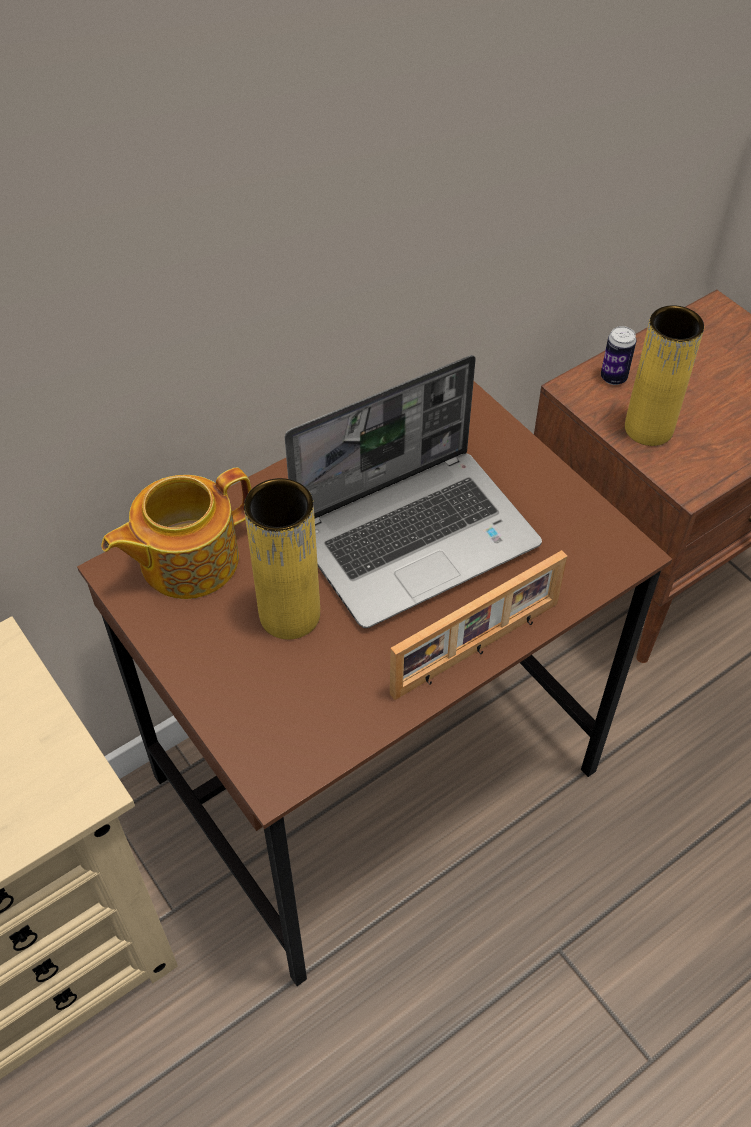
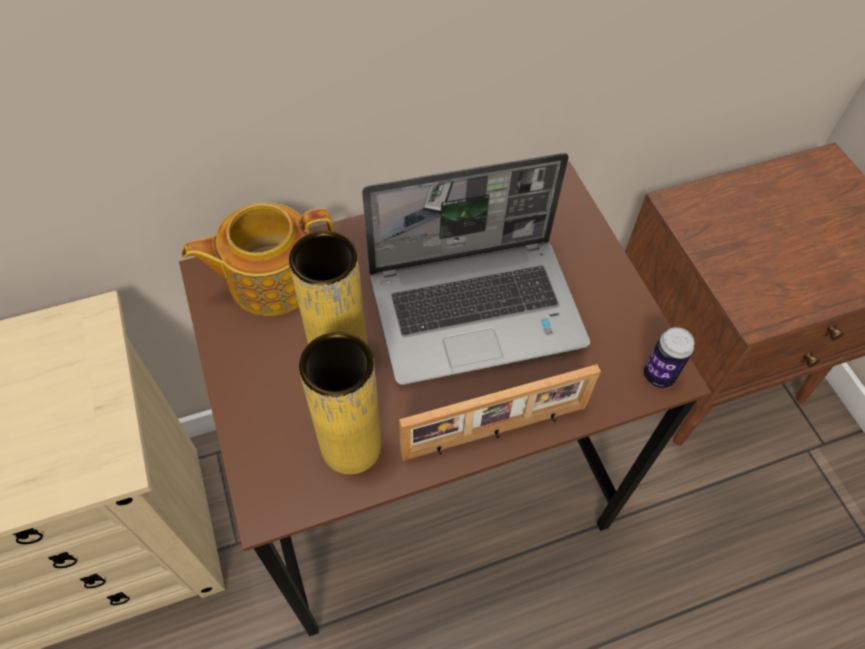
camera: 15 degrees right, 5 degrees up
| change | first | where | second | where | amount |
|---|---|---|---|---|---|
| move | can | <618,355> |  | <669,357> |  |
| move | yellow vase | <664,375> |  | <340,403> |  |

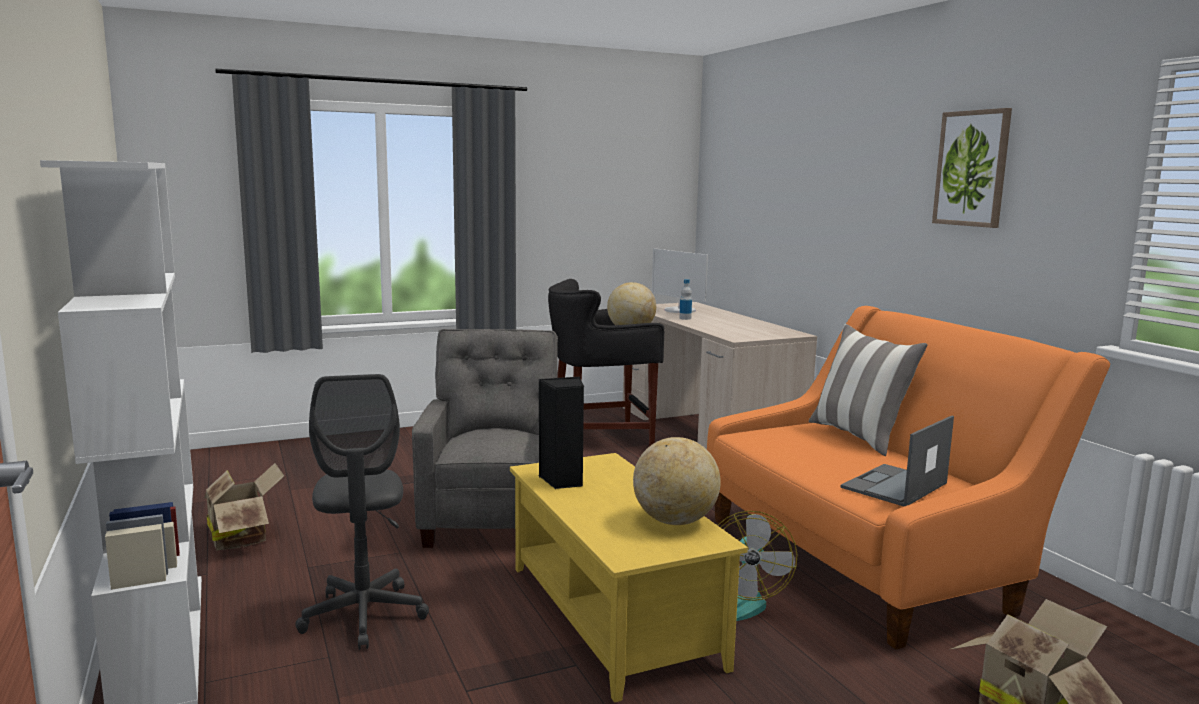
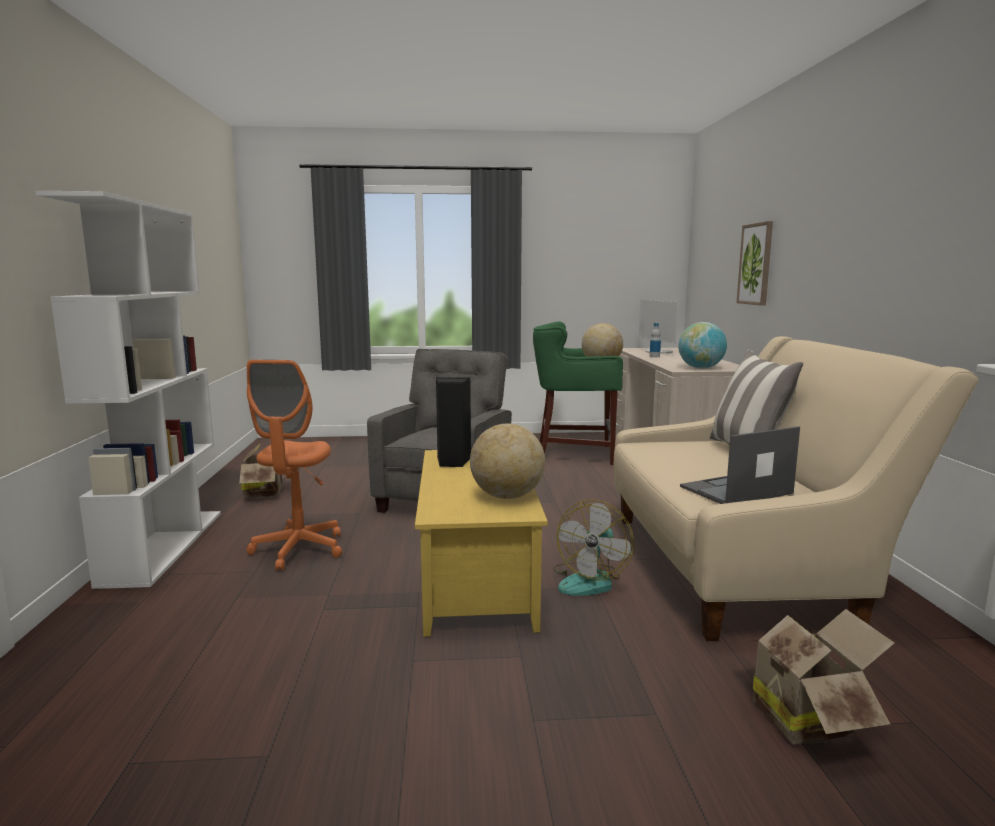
camera: 20 degrees right, 0 degrees up
| change | first | where | second | where | amount |
|---|---|---|---|---|---|
| insert |  |  | globe | <702,345> |  |
| move | picture | <972,168> |  | <755,263> |  |
| recolor | grey office chair | <362,512> | orange office chair | <294,465> |  |
| recolor | black stool | <606,362> | green stool | <578,393> |  |
| recolor | orange sofa | <908,477> | beige sofa | <796,488> |  |

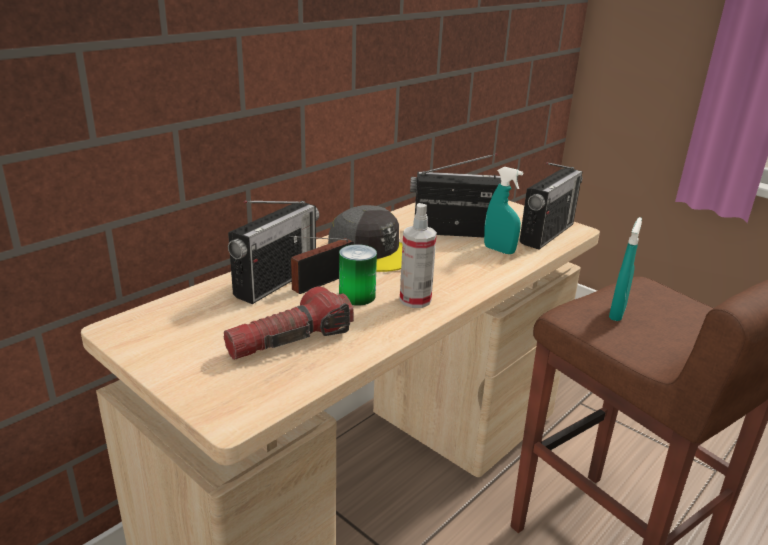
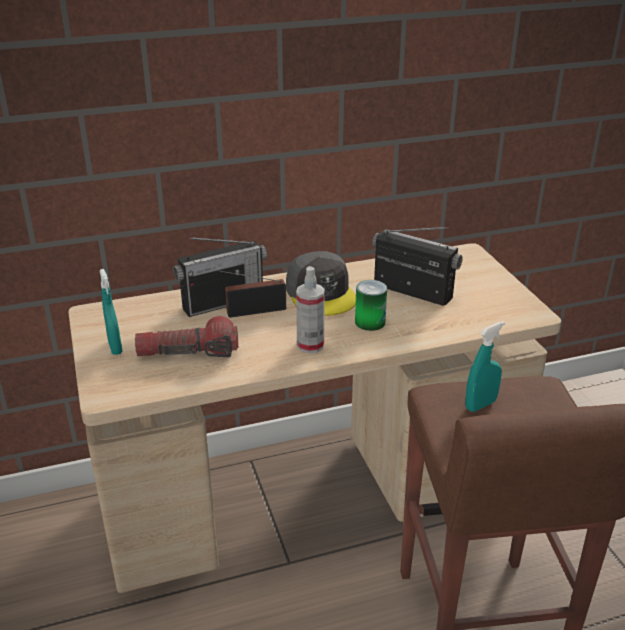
camera: 30 degrees right, 5 degrees up
| change | first | where | second | where | amount |
|---|---|---|---|---|---|
| delete | radio | <551,205> |  |  |  |
| move | can | <358,275> |  | <371,305> |  |
| move | turquoise spray bottle | <504,210> |  | <111,312> |  |

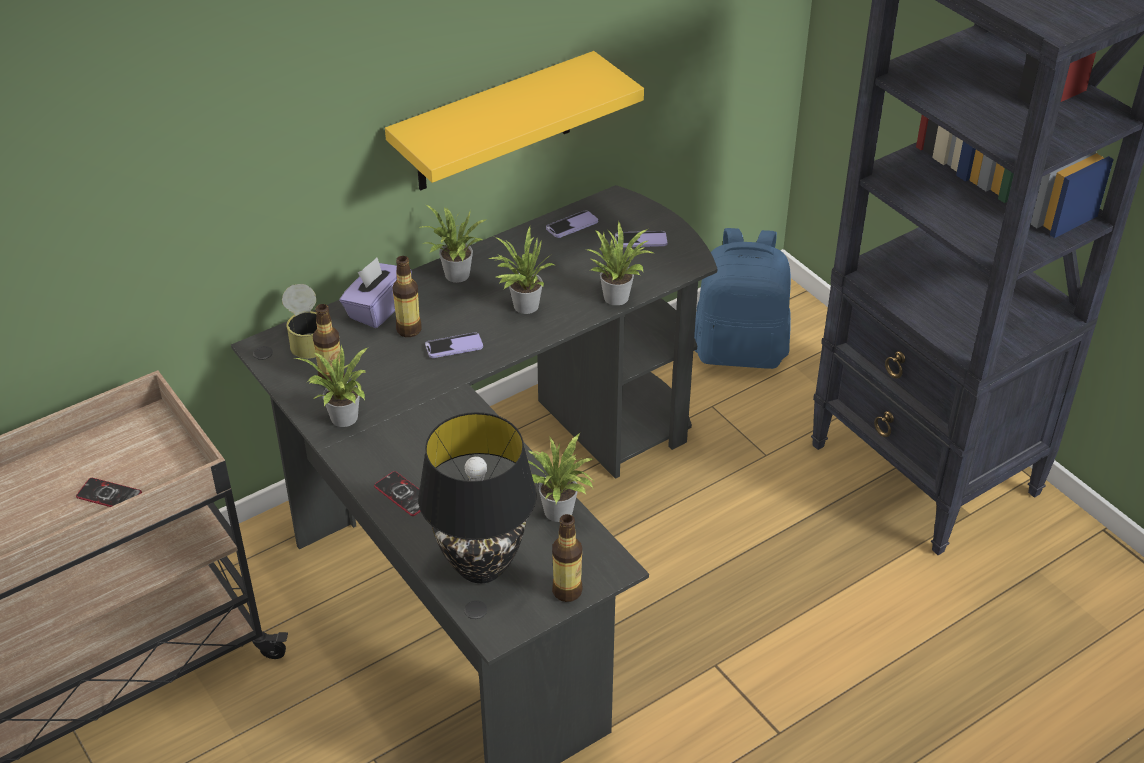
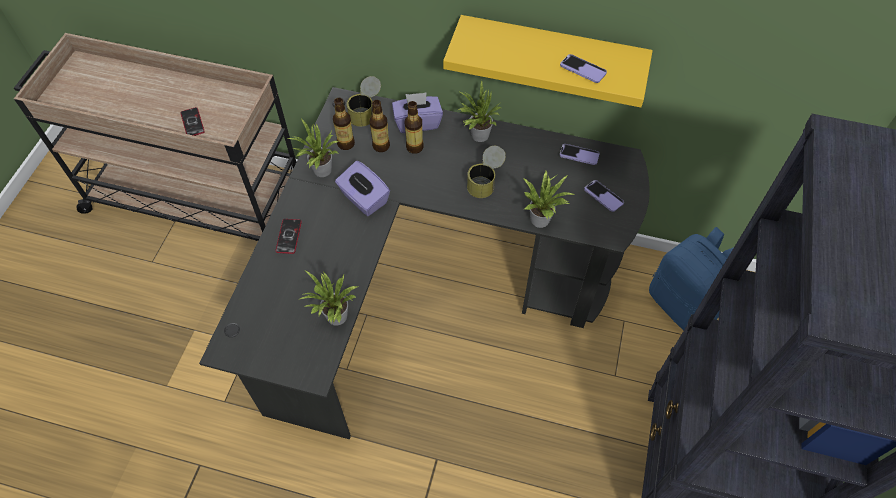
camera: 50 degrees right, 15 degrees up
| change | first | where | second | where | amount |
|---|---|---|---|---|---|
| delete | black table lamp | <477,497> |  |  |  |
| insert |  |  | purple tissue box | <362,188> |  |
| move | phone | <454,345> |  | <583,68> |  |
| move | bottle | <567,558> |  | <379,126> |  |
| replace | potted plant | <521,270> | can | <486,171> |  |

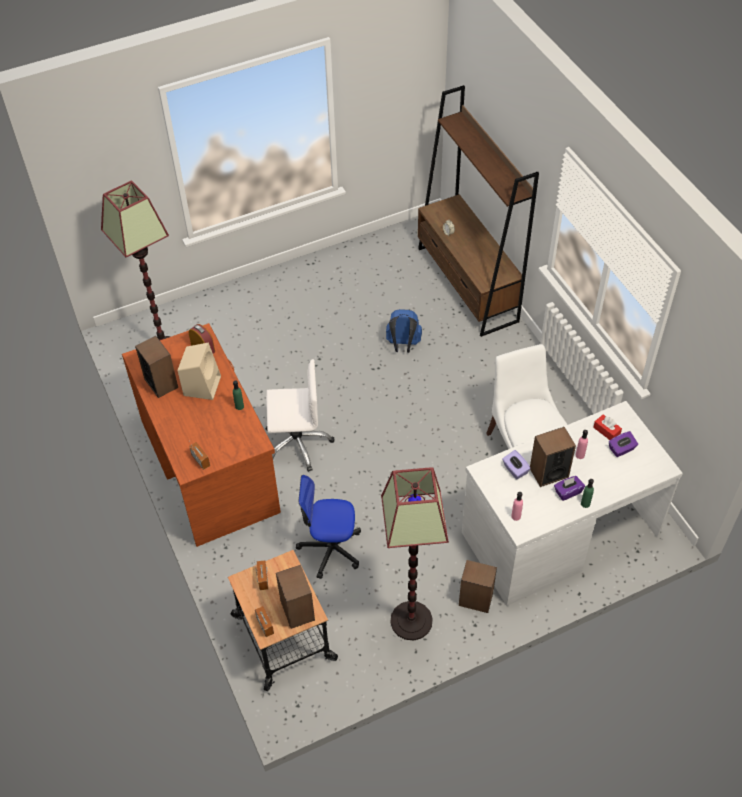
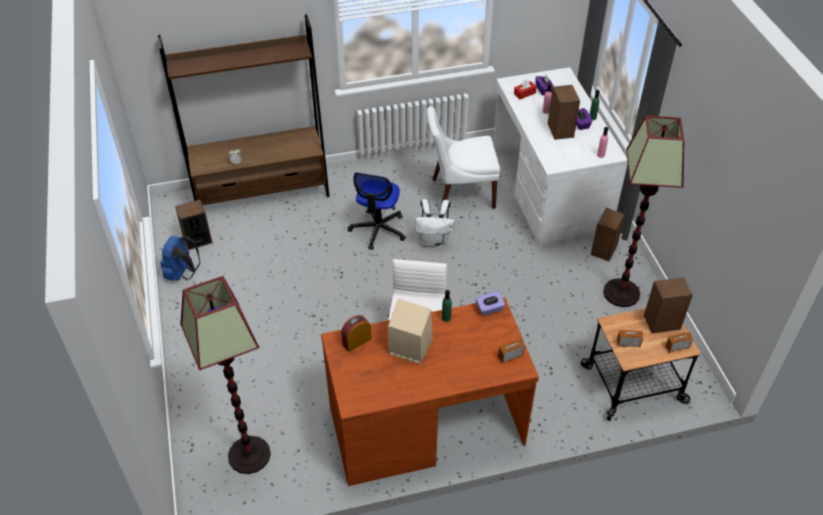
camera: 80 degrees left, 5 degrees down
| change | first | where | second | where | amount |
|---|---|---|---|---|---|
| insert |  |  | white backpack | <435,223> |  |
| move | speaker | <156,367> |  | <193,225> |  |
| move | office chair | <328,527> |  | <377,211> |  |
| move | blue backpack | <404,331> |  | <180,258> |  |
| move | purple tissue box | <516,464> |  | <490,304> |  |

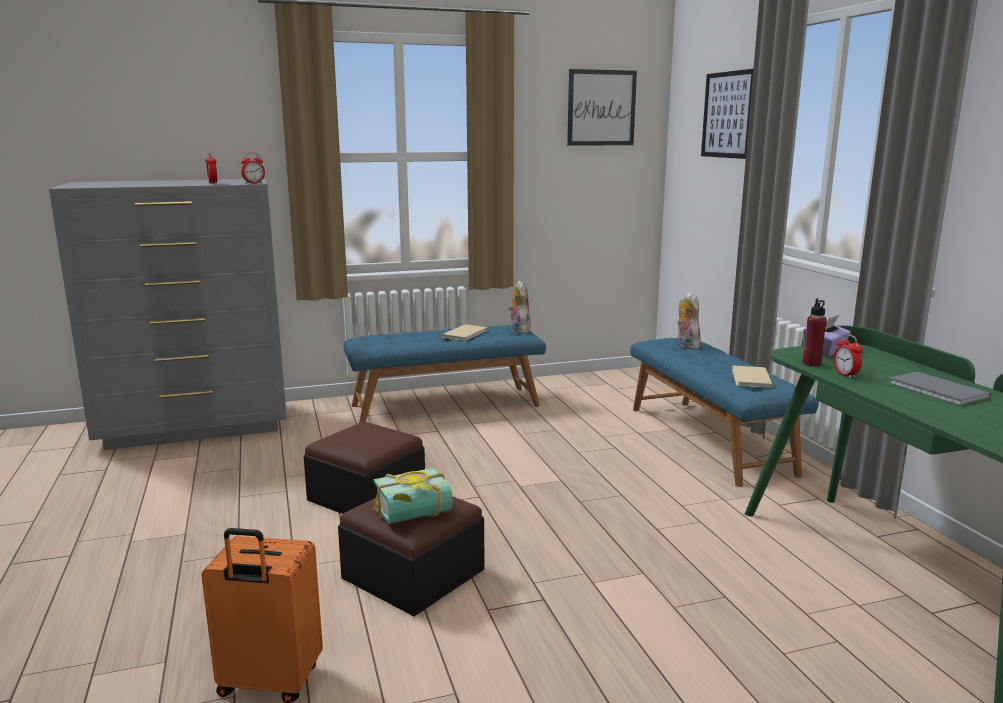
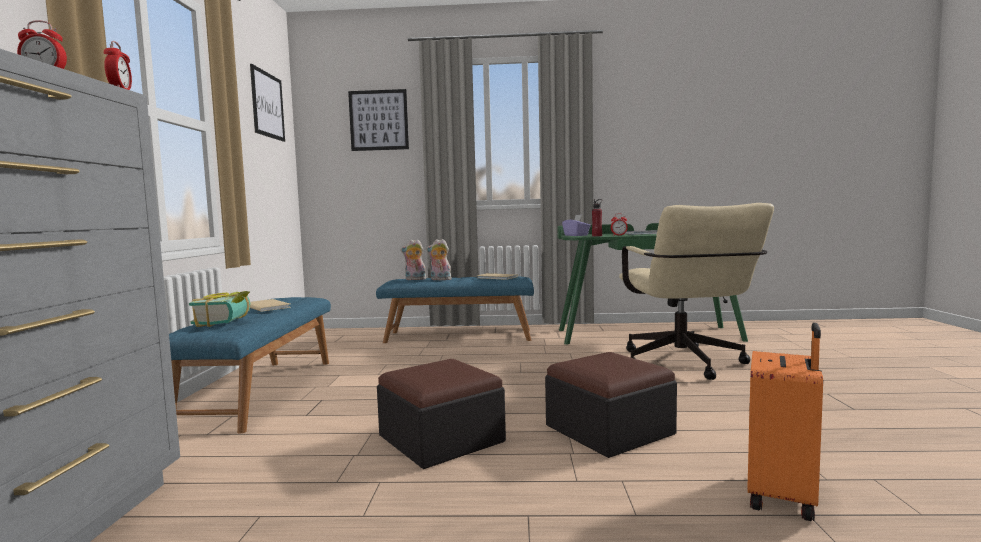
camera: 70 degrees left, 10 degrees down
| change | first | where | second | where | amount |
|---|---|---|---|---|---|
| insert |  |  | beige office chair | <696,291> |  |
| move | book | <413,496> |  | <220,309> |  |
| move | plush toy | <519,307> |  | <439,259> |  |

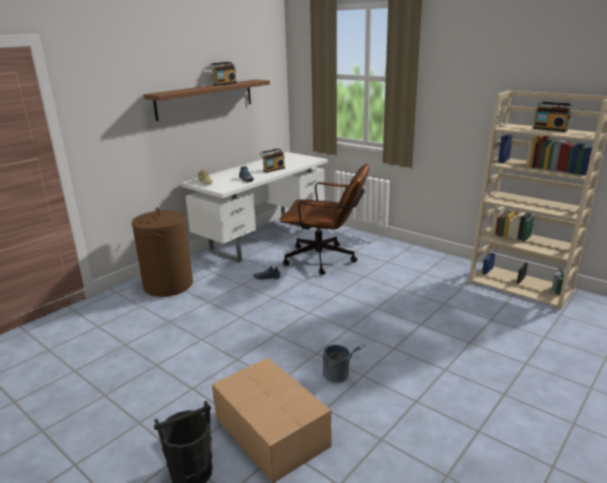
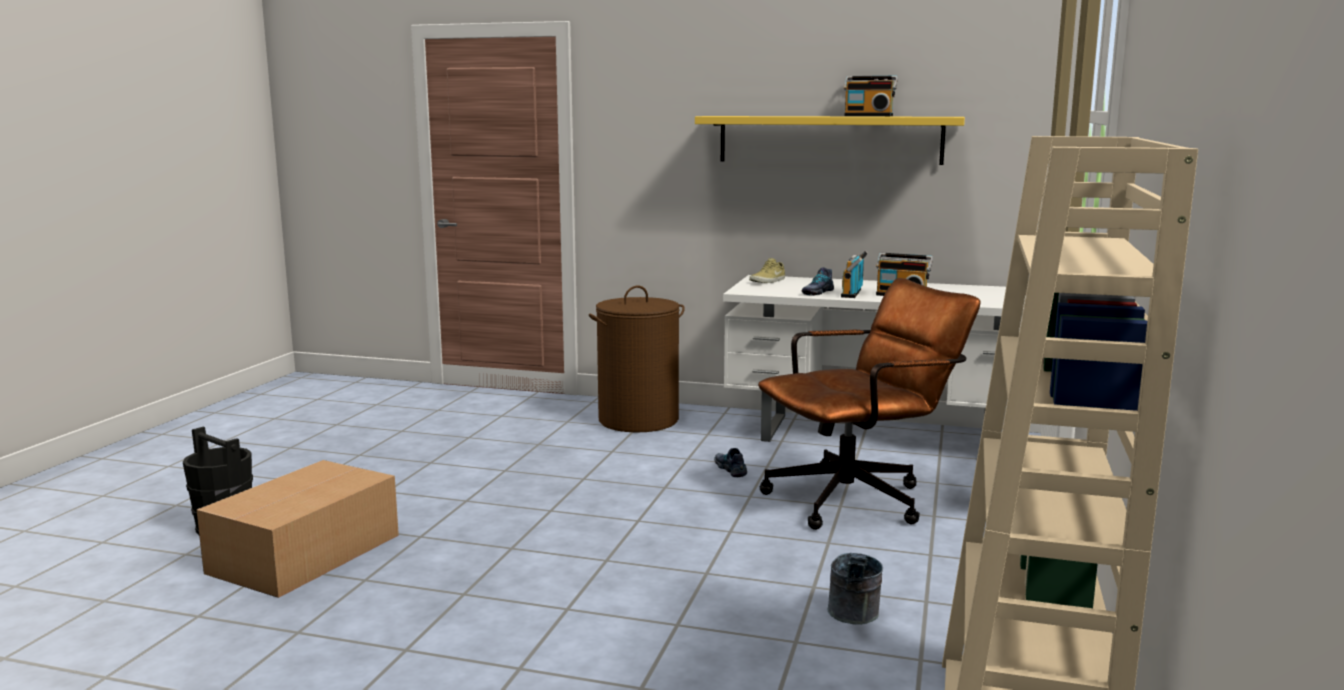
camera: 65 degrees right, 10 degrees down
| change | first | where | second | where | amount |
|---|---|---|---|---|---|
| move | grey bucket | <344,363> |  | <855,589> |  |
| move | radio | <554,116> |  | <854,274> |  |
| recolor | brown shelf | <206,100> | yellow shelf | <830,140> |  |
| rotate | brown office chair | <324,219> |  | <869,404> | 105 degrees counterclockwise |

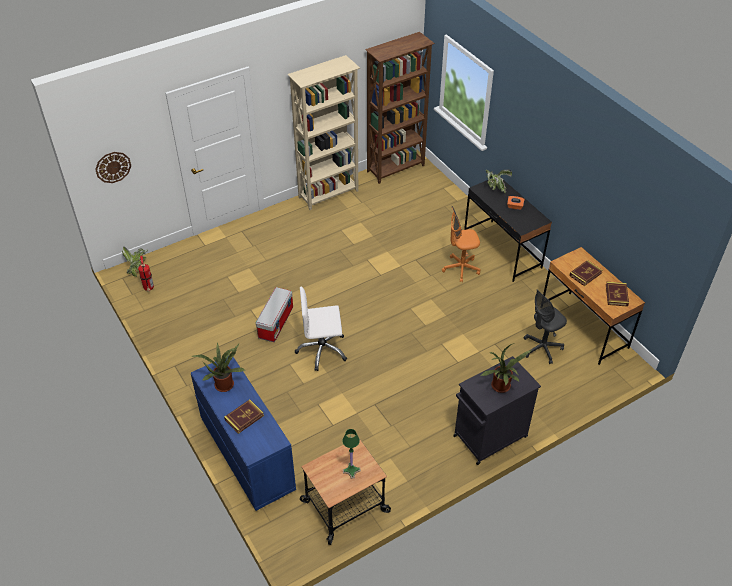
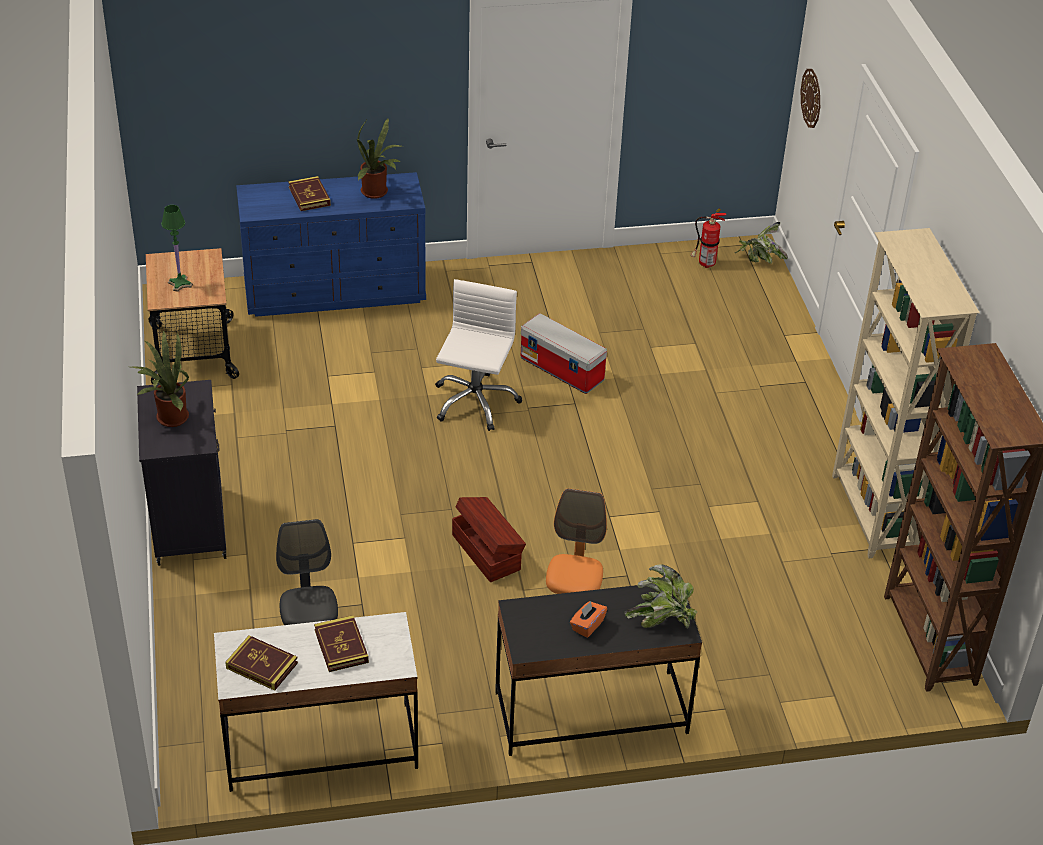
camera: 110 degrees right, 5 degrees down
| change | first | where | second | where | amount |
|---|---|---|---|---|---|
| insert |  |  | brown storage box | <489,539> |  |
| recolor | brown desk | <594,306> | white desk | <316,702> |  |

